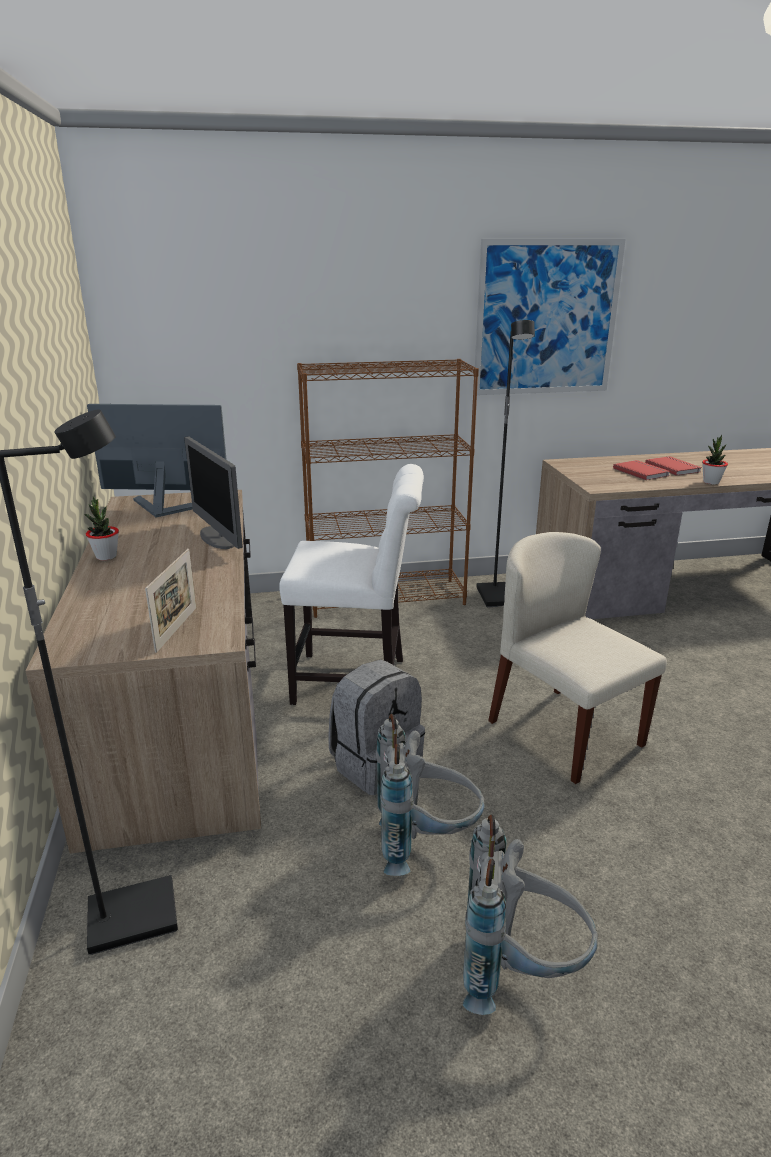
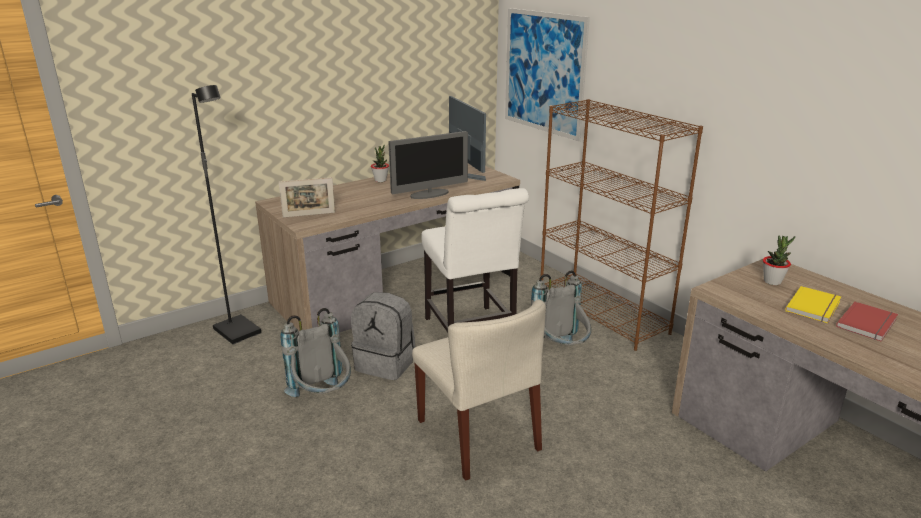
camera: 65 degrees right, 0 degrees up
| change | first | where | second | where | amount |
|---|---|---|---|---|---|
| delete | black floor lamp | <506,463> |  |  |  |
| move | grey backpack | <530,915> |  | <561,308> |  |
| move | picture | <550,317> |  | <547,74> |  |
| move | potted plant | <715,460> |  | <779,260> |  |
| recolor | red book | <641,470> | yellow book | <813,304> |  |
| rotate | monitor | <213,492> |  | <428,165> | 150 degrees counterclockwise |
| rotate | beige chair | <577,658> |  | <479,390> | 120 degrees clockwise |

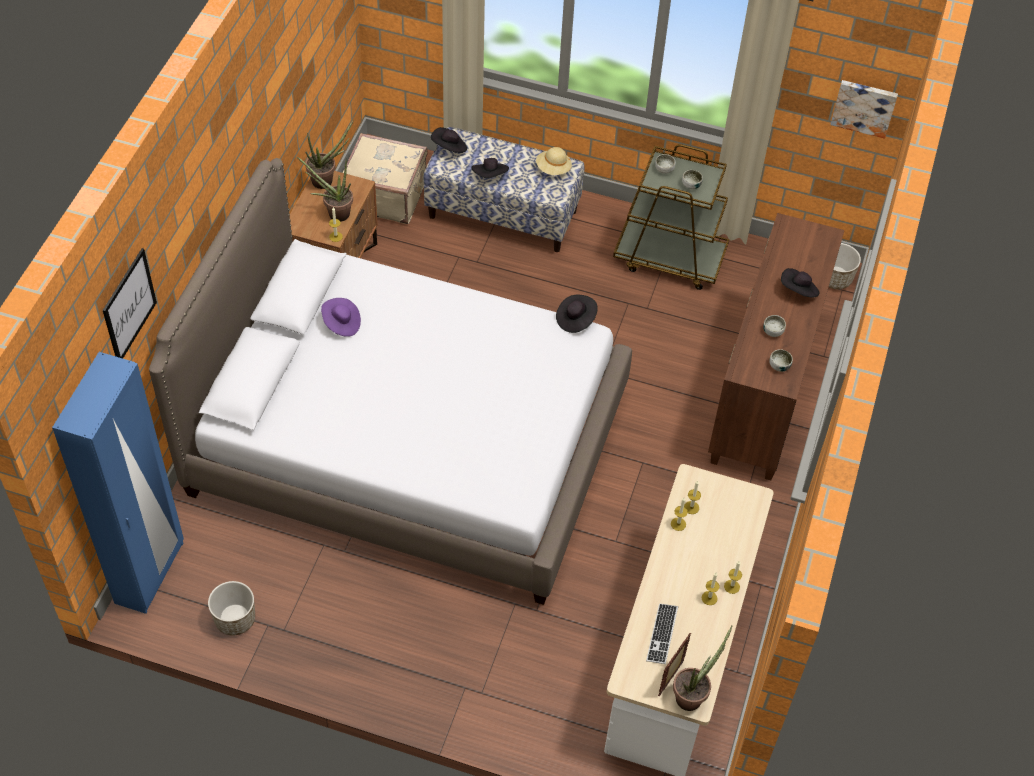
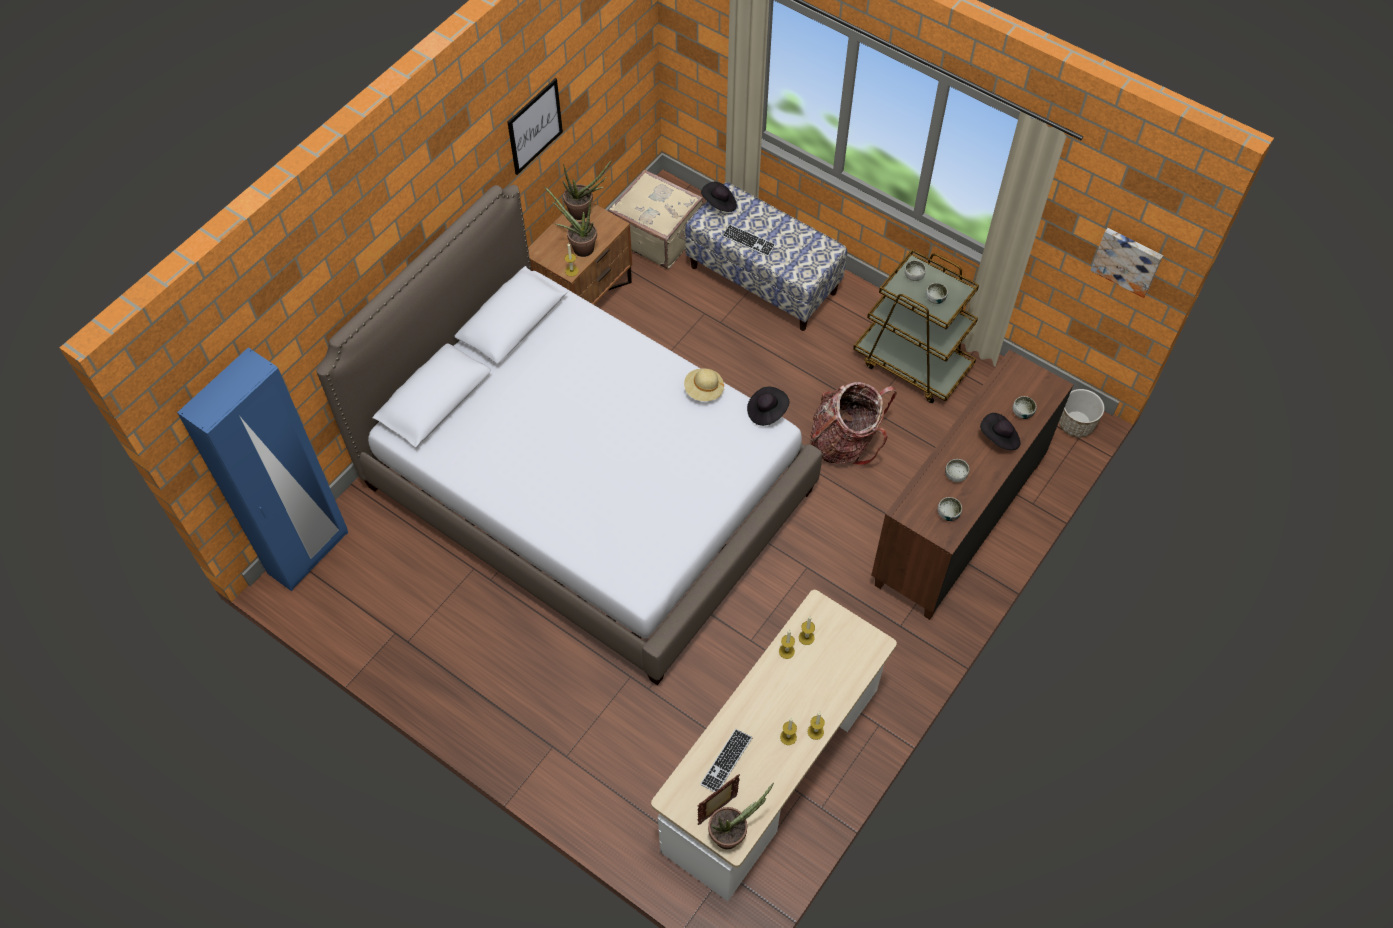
camera: 20 degrees right, 5 degrees up
| change | first | where | second | where | amount |
|---|---|---|---|---|---|
| delete | planter | <231,608> |  |  |  |
| delete | purple hat | <341,317> |  |  |  |
| insert |  |  | backpack | <853,424> |  |
| insert |  |  | bowl | <1025,407> |  |
| move | picture | <130,303> |  | <535,126> |  |
| move | beige hat | <554,161> |  | <704,385> |  |
| replace | black hat | <490,168> | keyboard | <749,240> |  |

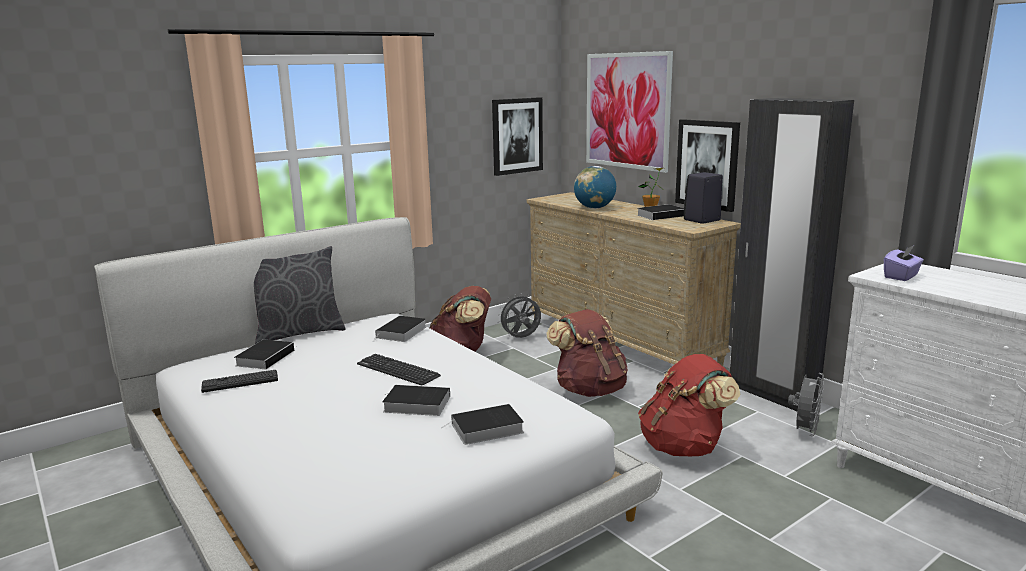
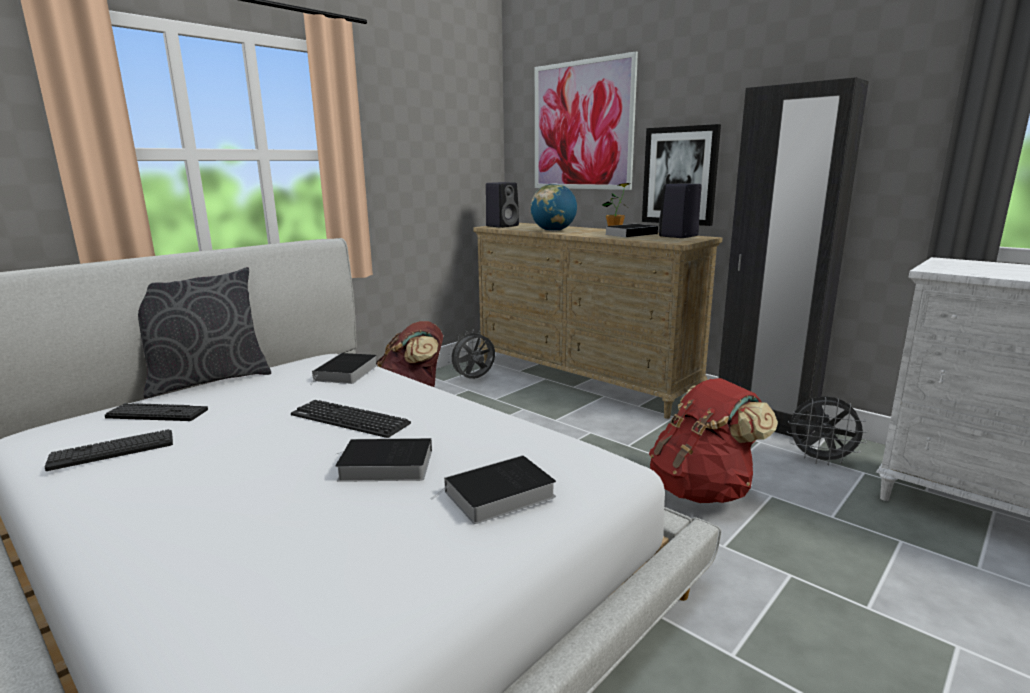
camera: 10 degrees left, 0 degrees up
| change | first | where | second | where | amount |
|---|---|---|---|---|---|
| delete | picture | <517,136> |  |  |  |
| delete | brown backpack | <587,353> |  |  |  |
| delete | purple tissue box | <904,263> |  |  |  |
| insert |  |  | black speaker | <502,205> |  |
| replace | book | <264,354> | keyboard | <156,412> |  |
| rotate | grey fan | <806,404> |  | <828,430> | 90 degrees clockwise |

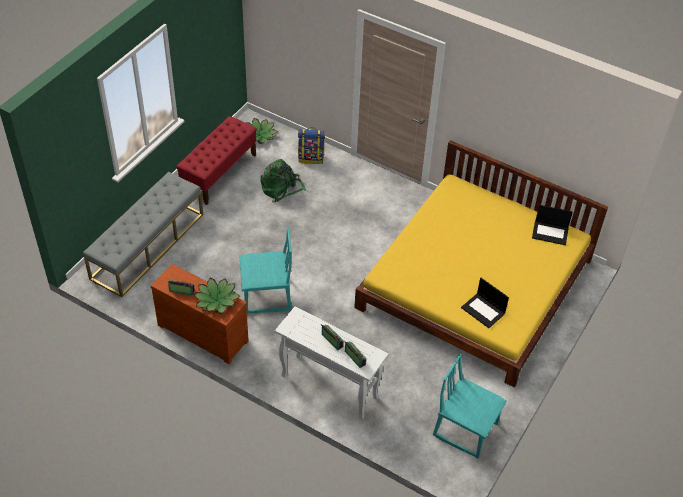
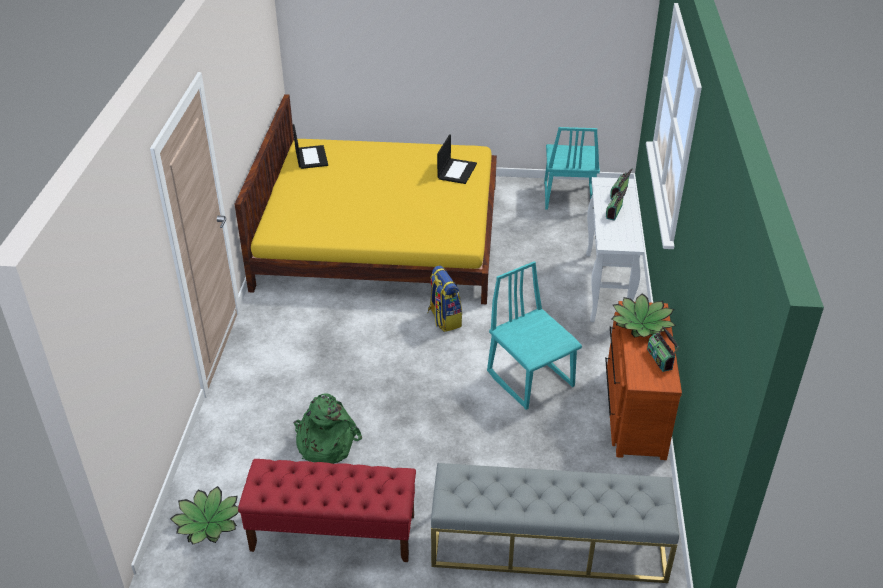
camera: 115 degrees left, 10 degrees down
| change | first | where | second | where | amount |
|---|---|---|---|---|---|
| move | backpack | <311,145> |  | <445,298> |  |

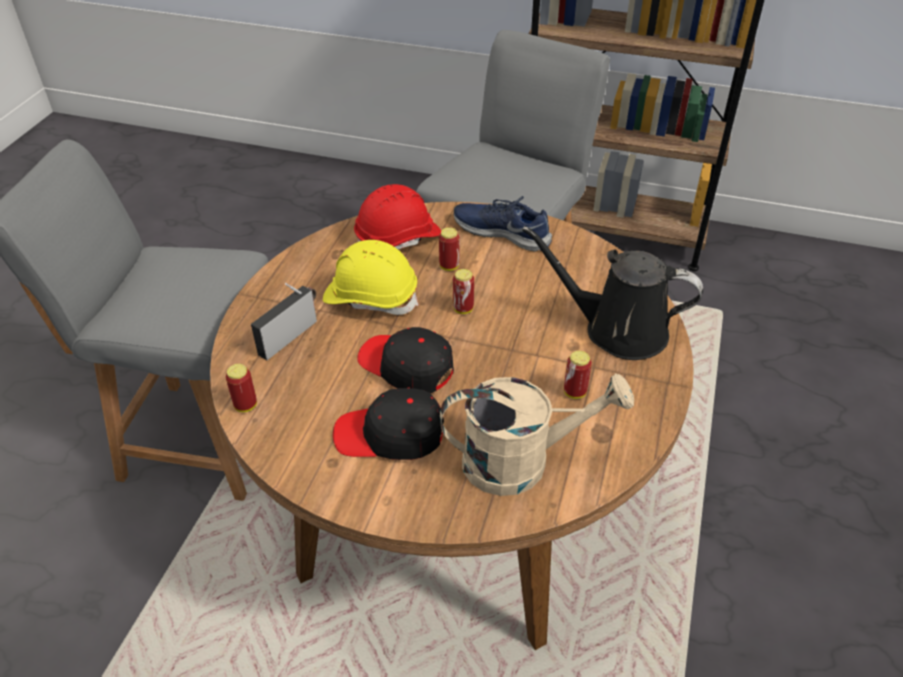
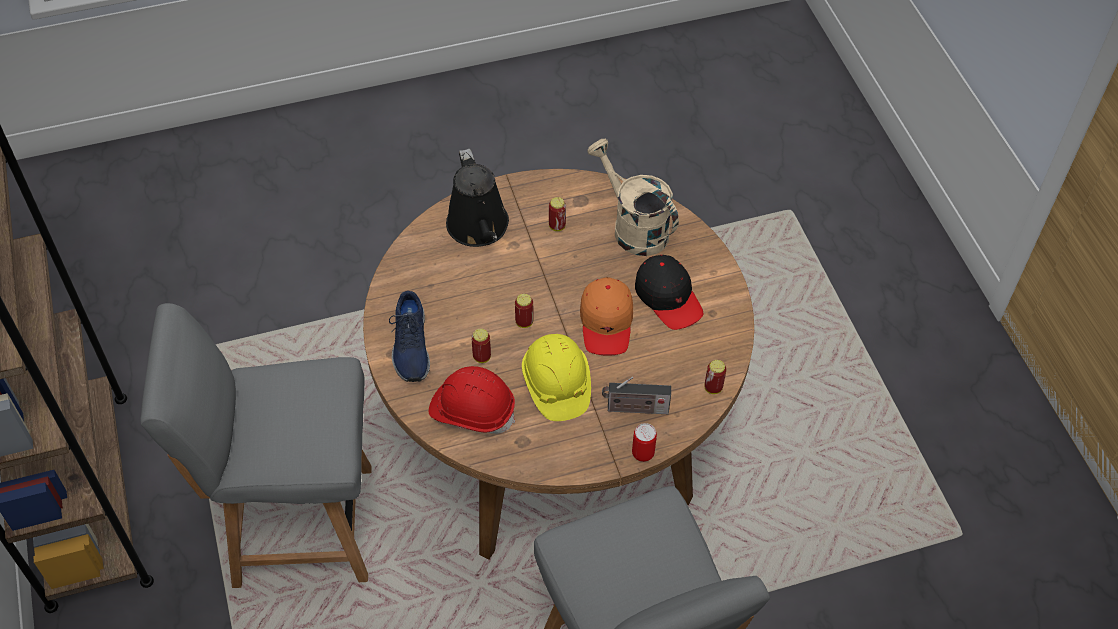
camera: 125 degrees left, 10 degrees up
| change | first | where | second | where | amount |
|---|---|---|---|---|---|
| insert |  |  | can | <644,442> |  |
| recolor | black cap | <405,360> | orange cap | <606,316> |  |

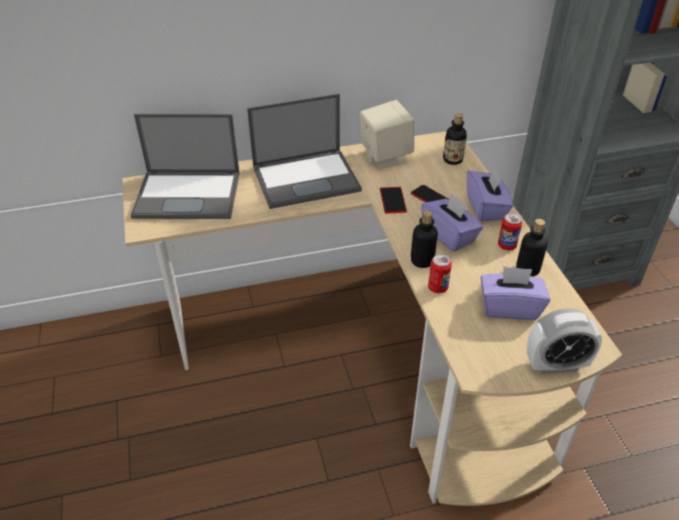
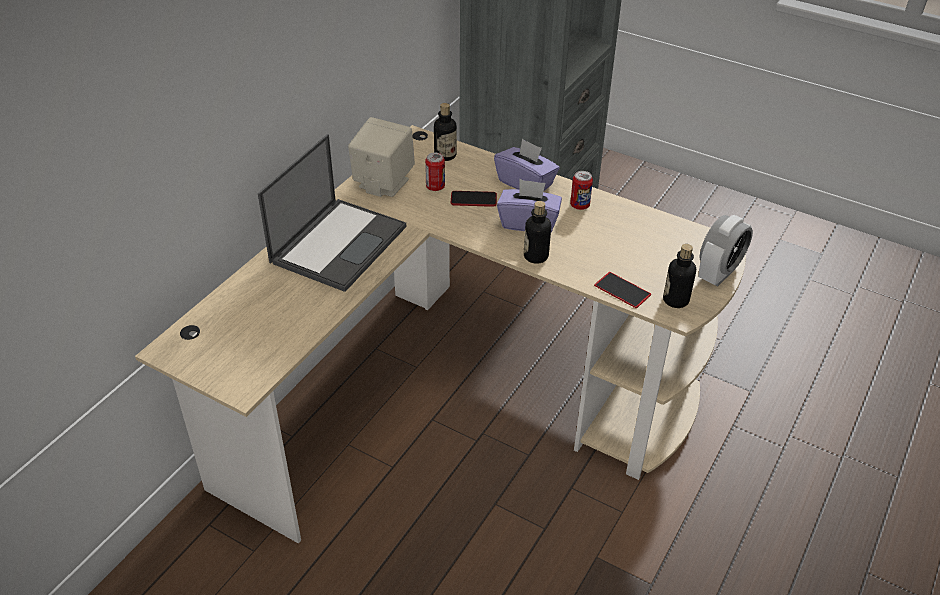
camera: 45 degrees left, 0 degrees up
| change | first | where | second | where | amount |
|---|---|---|---|---|---|
| delete | laptop | <185,166> |  |  |  |
| delete | purple tissue box | <515,293> |  |  |  |
| move | phone | <393,200> |  | <622,290> |  |
| move | can | <440,273> |  | <435,172> |  |
| move | bottle | <532,247> |  | <679,276> |  |

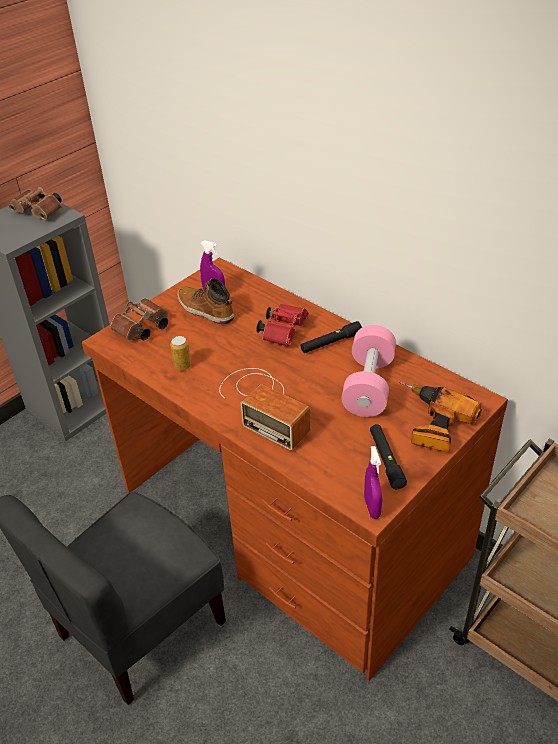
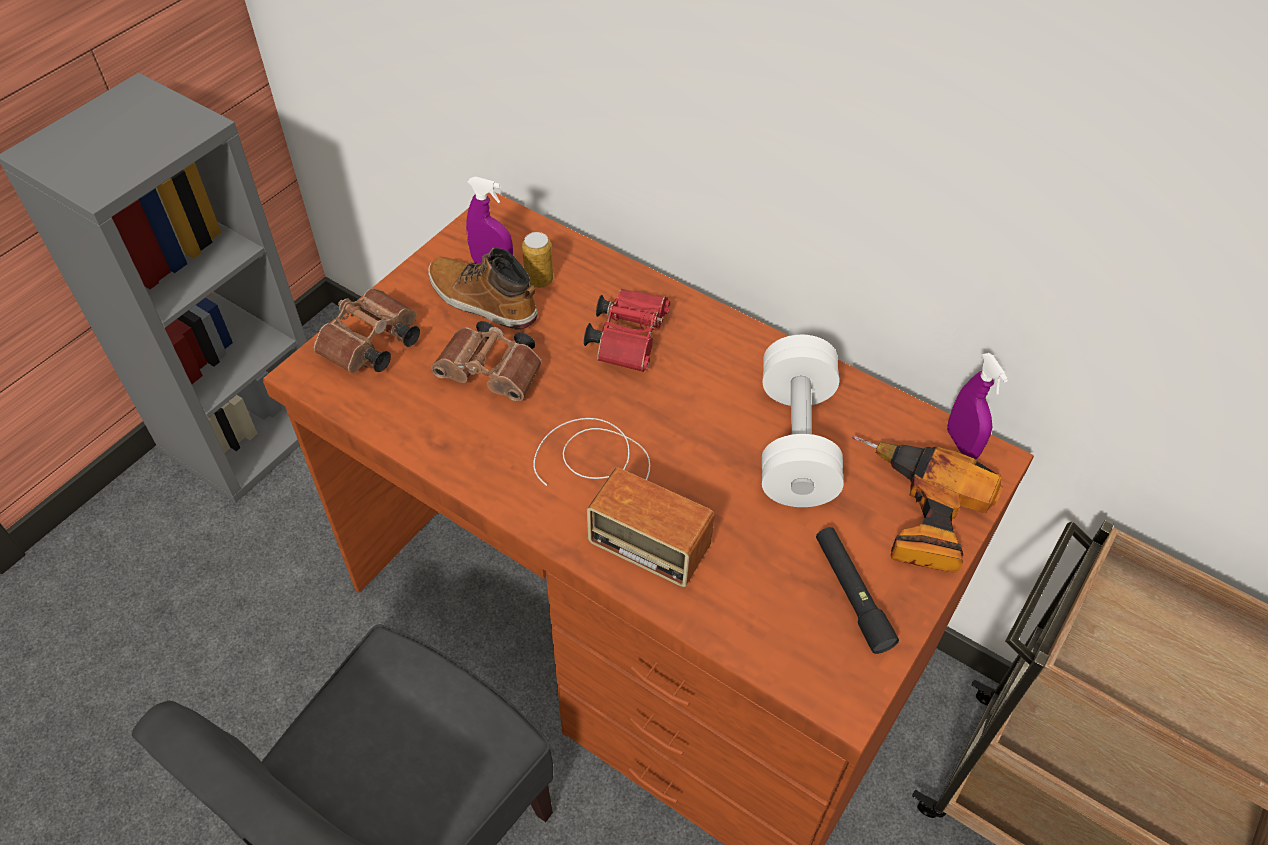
camera: 10 degrees left, 10 degrees up
| change | first | where | second | where | amount |
|---|---|---|---|---|---|
| delete | black flashlight | <331,337> |  |  |  |
| move | brown binoculars | <35,203> |  | <486,361> |  |
| move | can | <180,353> |  | <537,260> |  |
| move | purple spray bottle | <373,482> |  | <977,406> |  |
| recolor | pink dumbbell | <368,371> | white dumbbell | <803,421> |  |

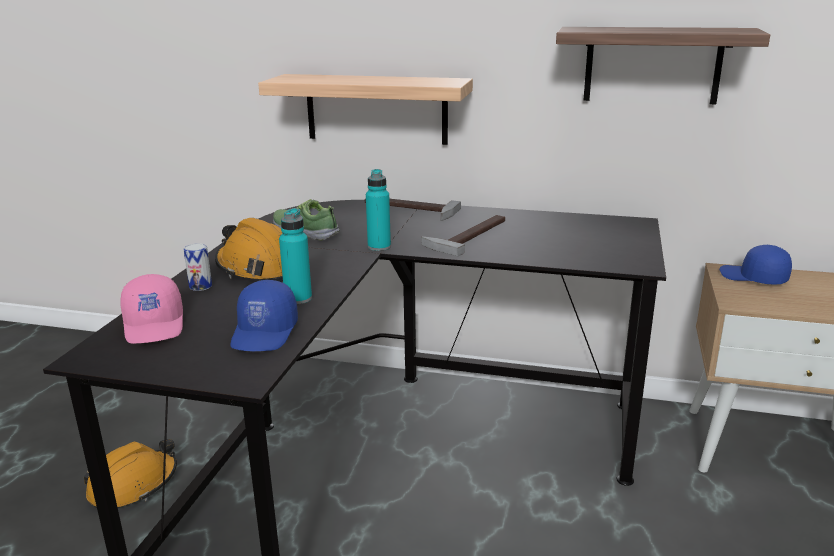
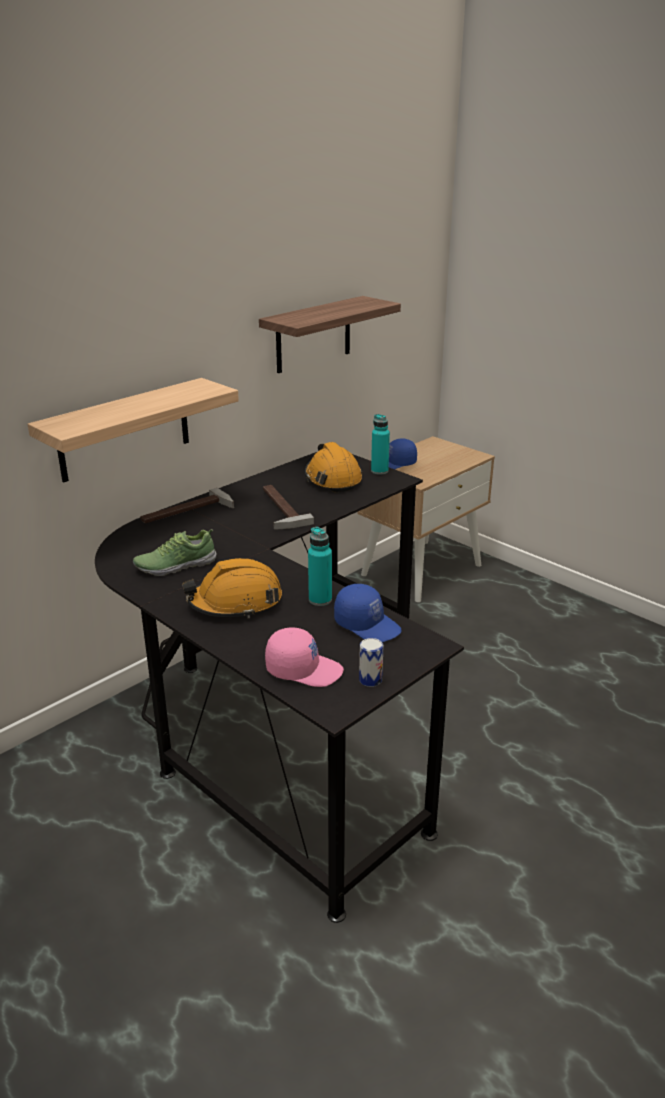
camera: 60 degrees left, 5 degrees up
| change | first | where | second | where | amount |
|---|---|---|---|---|---|
| move | orange hard hat | <130,473> |  | <333,467> |  |
| move | can | <198,267> |  | <371,662> |  |
| move | turquoise bottle | <378,210> |  | <380,444> |  |

